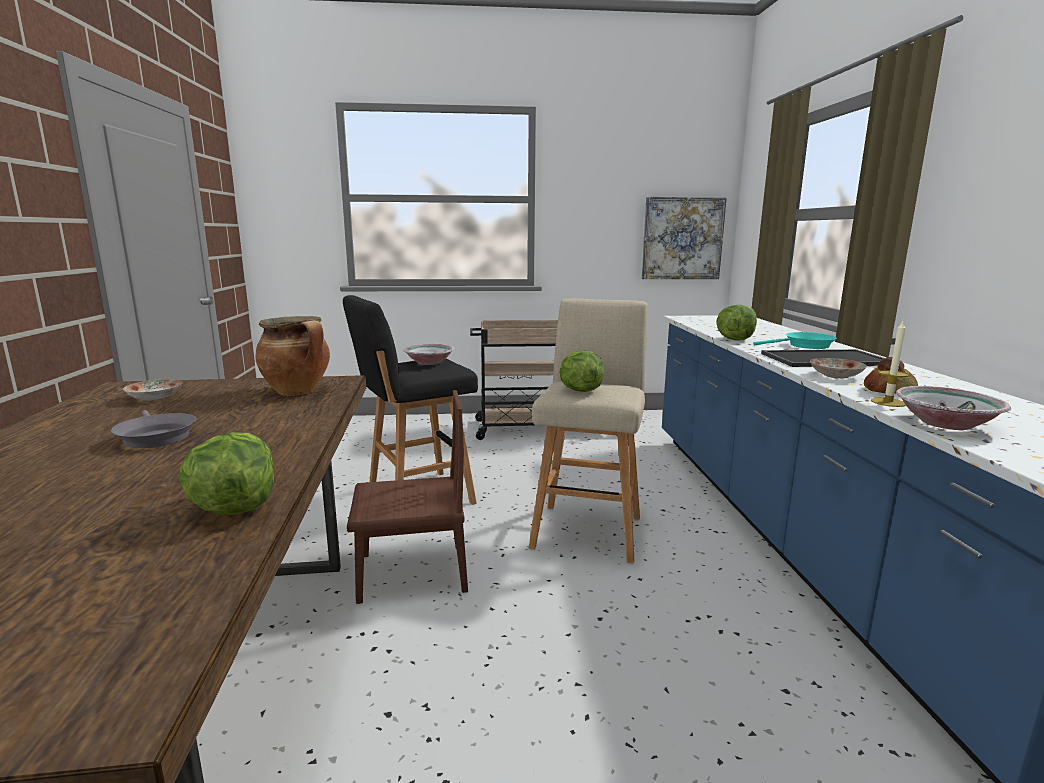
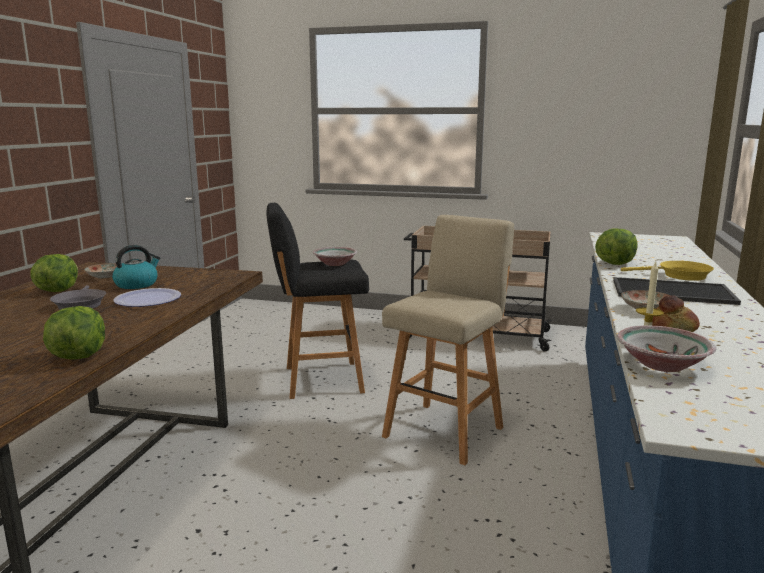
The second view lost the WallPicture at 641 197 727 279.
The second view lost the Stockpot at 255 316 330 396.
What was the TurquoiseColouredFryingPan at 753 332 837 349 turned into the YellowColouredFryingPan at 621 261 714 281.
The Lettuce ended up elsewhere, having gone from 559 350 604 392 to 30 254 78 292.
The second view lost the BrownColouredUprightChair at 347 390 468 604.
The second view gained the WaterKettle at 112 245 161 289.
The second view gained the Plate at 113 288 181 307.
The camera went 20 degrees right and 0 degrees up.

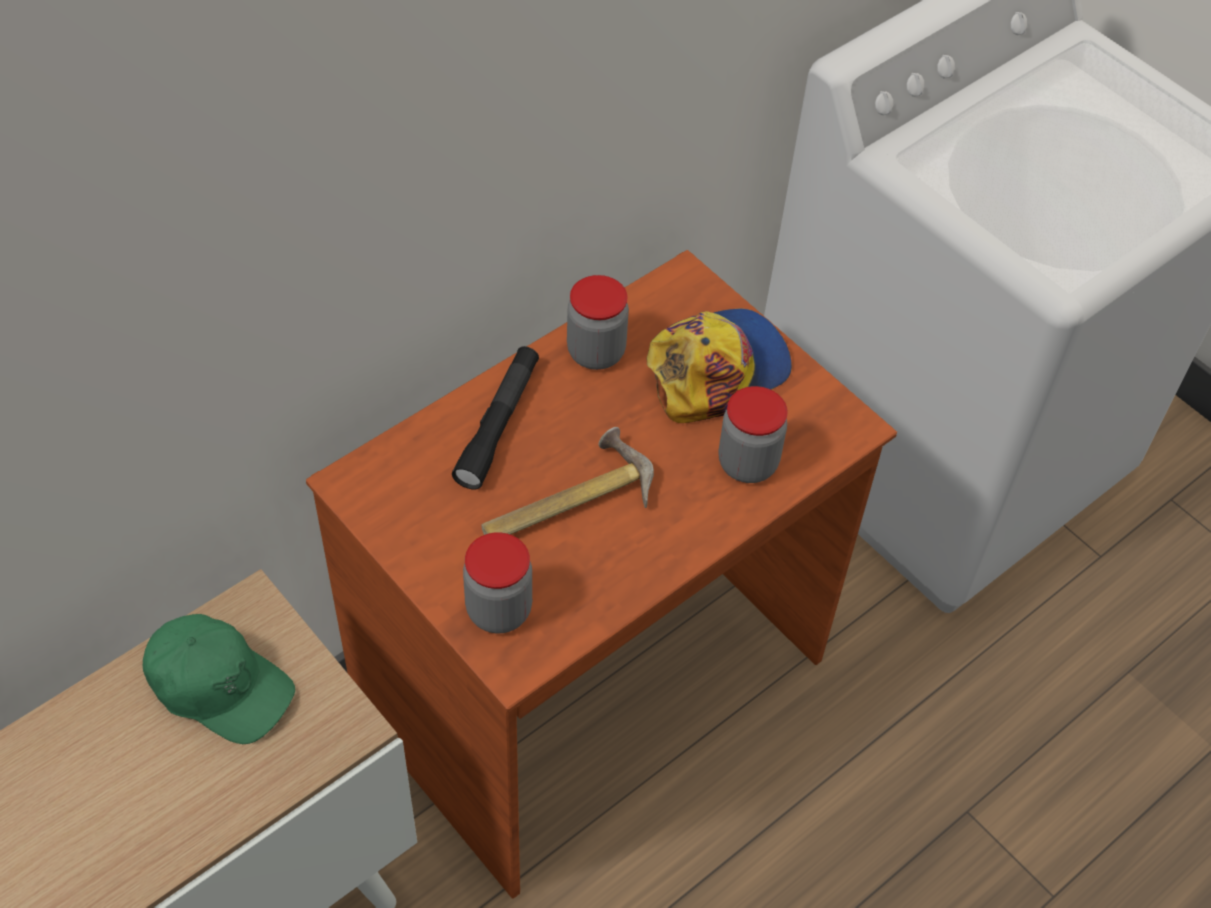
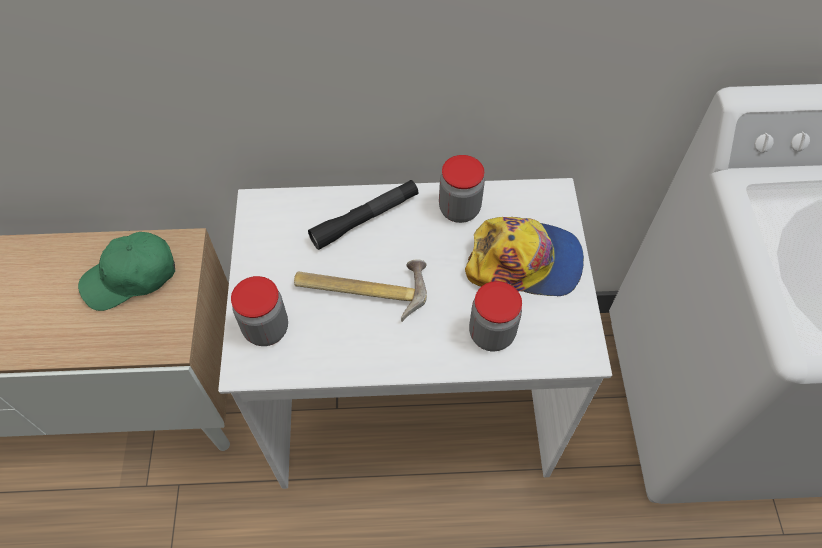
What was the BrownColouredDeskUnit at 306 250 897 898 turned into the WhitishDeskUnit at 218 178 612 489.
The GreenishPeakedCap at 143 614 295 744 ended up facing another way, 90 degrees clockwise from before.
The camera went 40 degrees right and 5 degrees up.

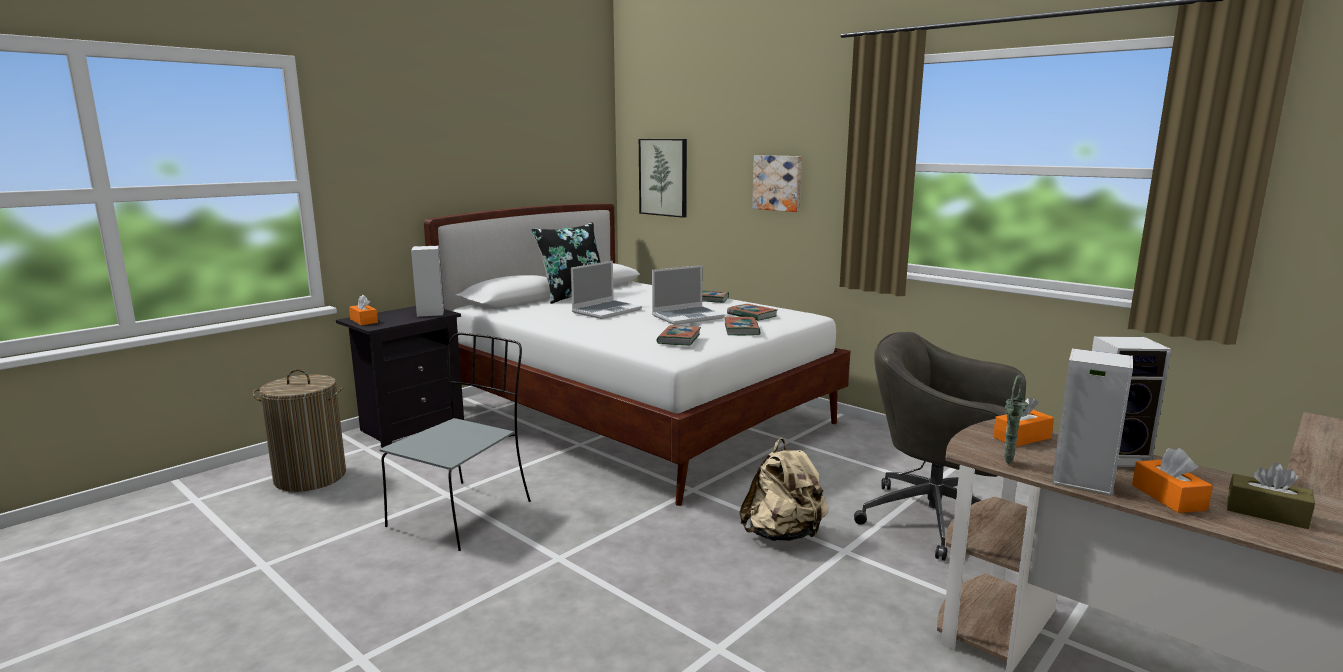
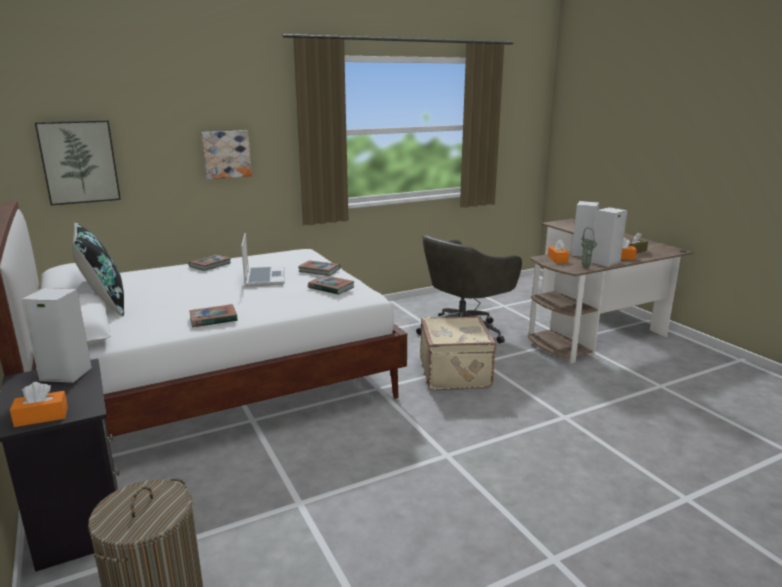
The second view lost the PortableComputer at 571 261 642 319.
The BoundBook ended up elsewhere, having gone from 727 304 777 321 to 189 304 238 327.
The second view lost the GreyUprightChair at 379 333 531 551.
Where the BeigeKnapsack stood at 739 438 828 541, the BeigeSuitcase came to stand at 420 316 496 390.
The camera went 70 degrees left and 5 degrees up.

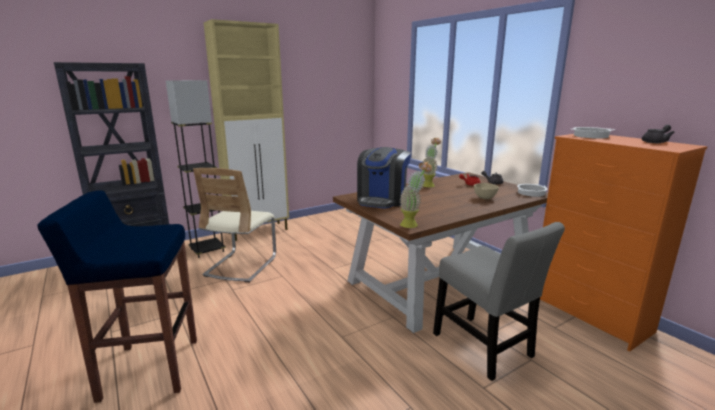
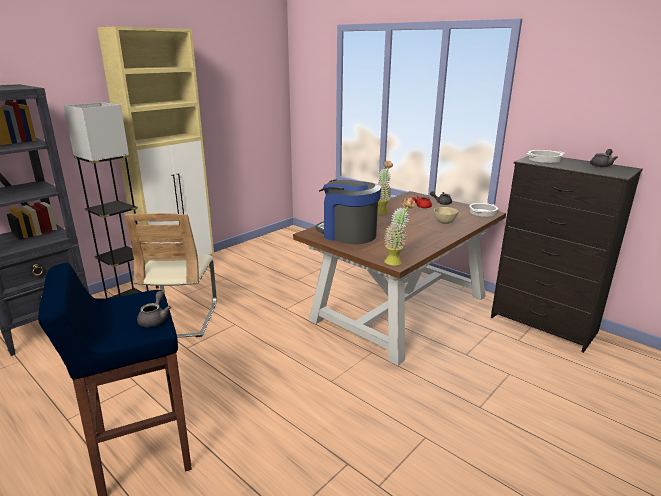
What was the OrangeColouredChestOfDrawers at 540 134 708 352 turned into the BlackishChestOfDrawers at 491 156 643 353.
The CoffeeMachine at 357 147 411 209 ended up facing another way, 120 degrees clockwise from before.
The second view lost the GreyUprightChair at 433 222 565 381.
The second view gained the GreyTeapot at 137 291 171 327.
The camera went 15 degrees left and 5 degrees up.

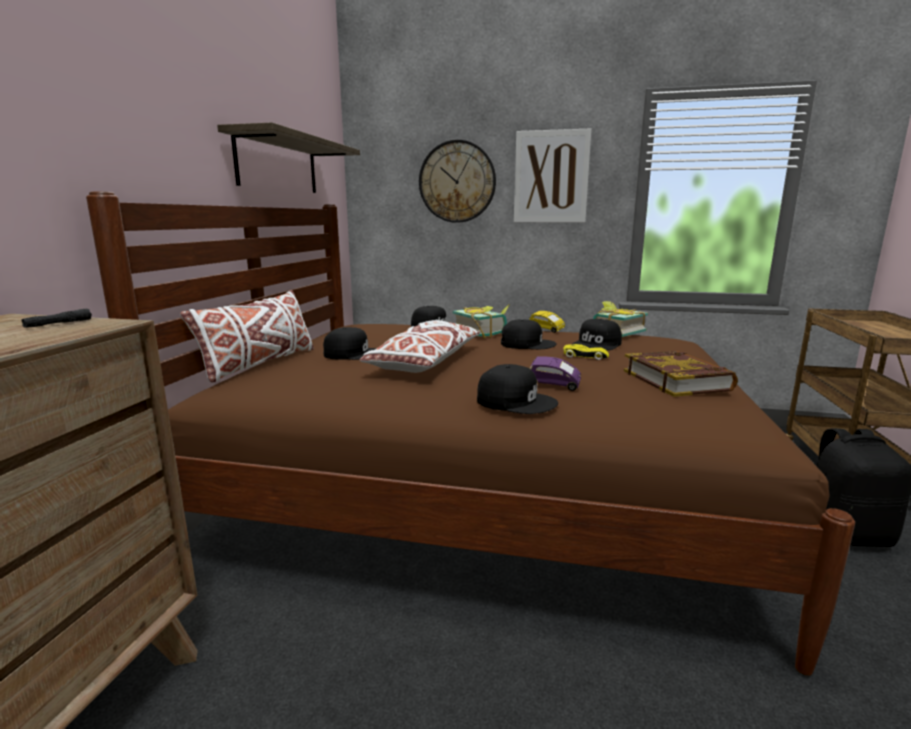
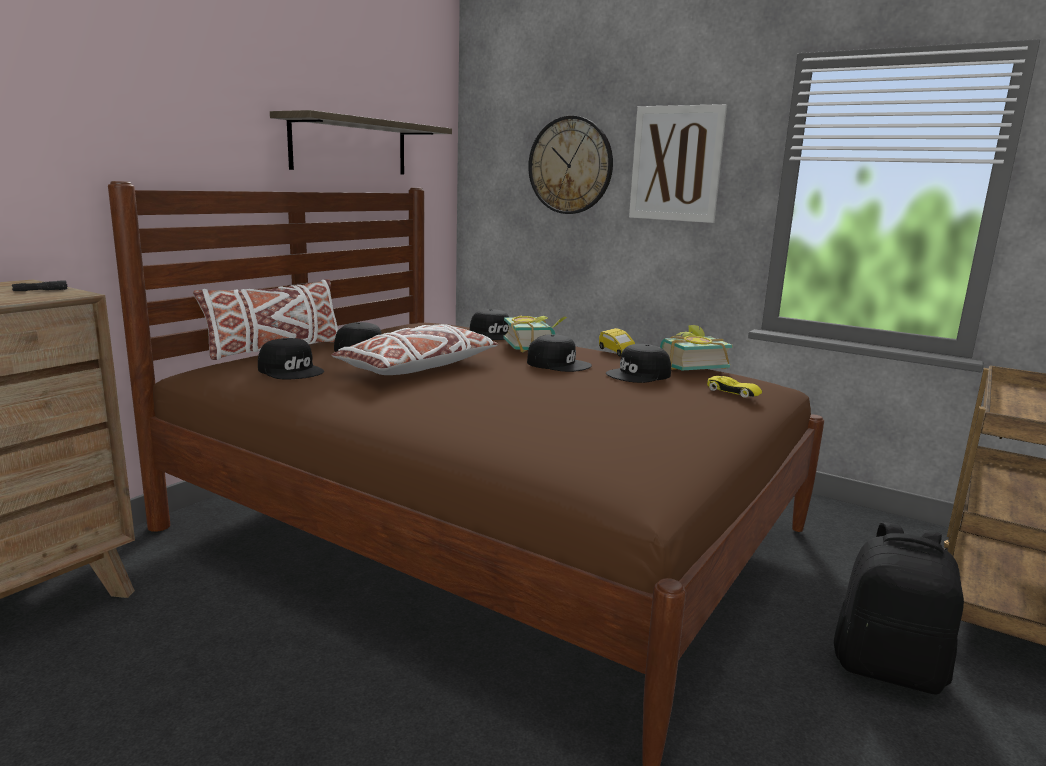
The YellowColouredToyCar ended up elsewhere, having gone from 563 344 609 360 to 707 376 762 398.
The second view lost the BoundBook at 624 351 738 397.
The second view lost the PurpleToyCar at 529 356 581 391.
The BlackishPeakedCap ended up elsewhere, having gone from 477 364 558 414 to 258 338 324 379.
The camera went 20 degrees right and 0 degrees up.

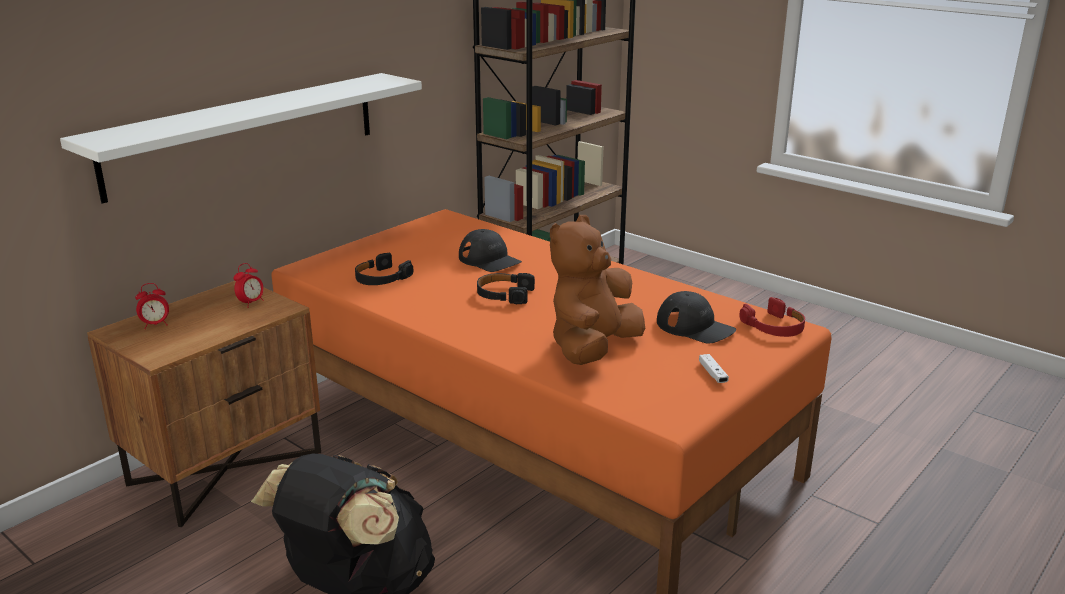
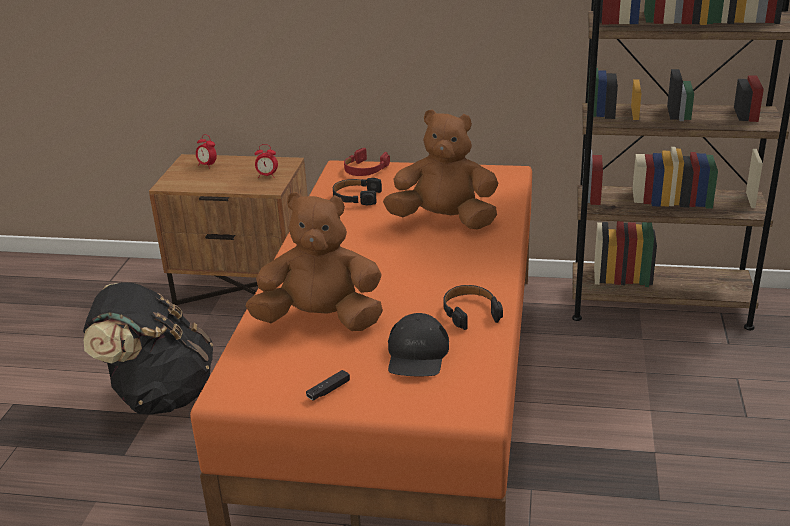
The second view lost the WhitishWallShelf at 60 73 422 204.
Where the BlackishPeakedCap stood at 459 229 522 272, the BrownColouredPlushToy came to stand at 383 109 498 229.
The BlackishPairOfHeadphones ended up elsewhere, having gone from 477 273 535 304 to 443 285 503 330.
The ReddishPairOfHeadphones ended up elsewhere, having gone from 739 297 805 337 to 344 148 390 176.
What was the WhitishGamepad at 699 354 729 383 turned into the BlackishGamepad at 306 370 350 401.
The camera went 60 degrees right and 5 degrees up.

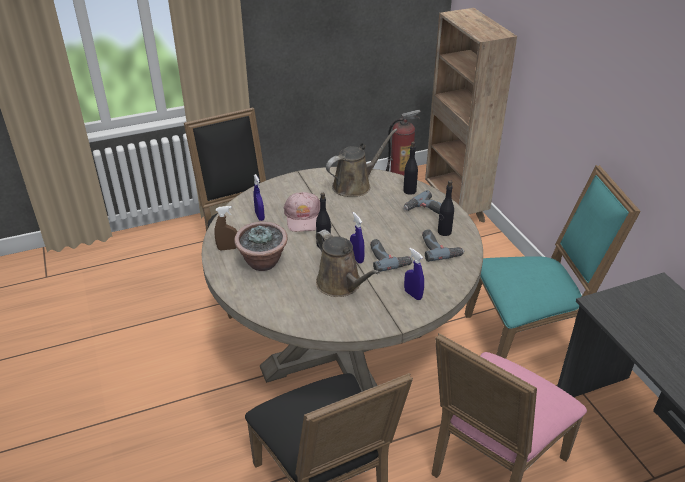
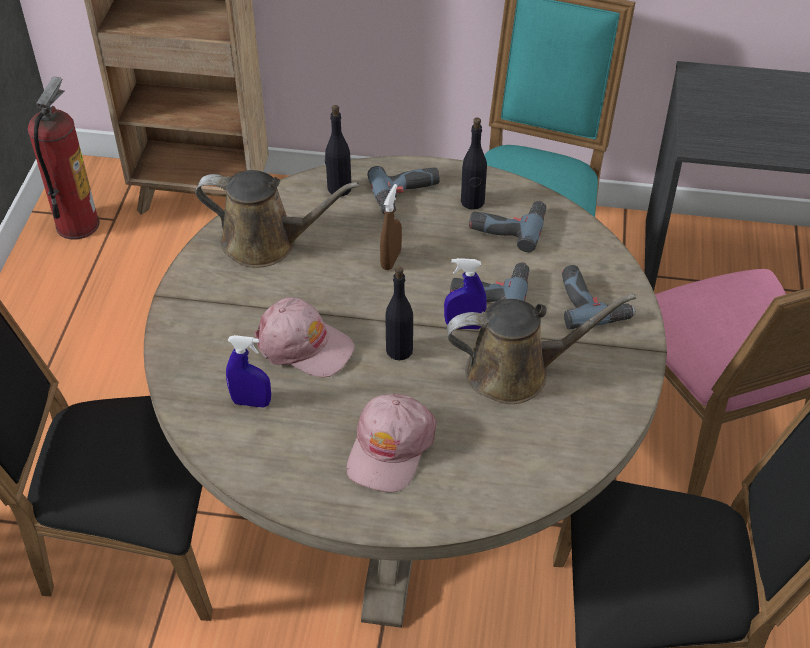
The BrownColouredWateringPot at 326 129 398 197 ended up facing another way, 105 degrees clockwise from before.
The BrownColouredSprayBottle ended up elsewhere, having gone from 214 206 237 251 to 380 184 402 270.
Where the PottedPlant stood at 234 221 288 271, the PinkColouredPeakedCap came to stand at 346 394 437 493.
Where the BlueSprayBottle stood at 404 248 424 300, the ElectricDrill came to stand at 562 265 636 329.
The camera went 60 degrees left and 10 degrees up.

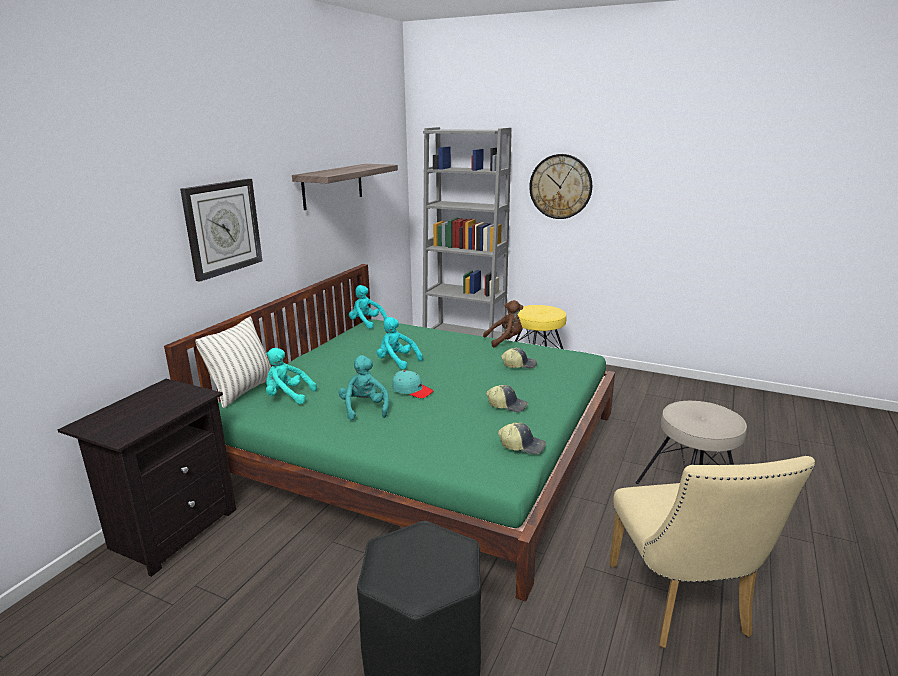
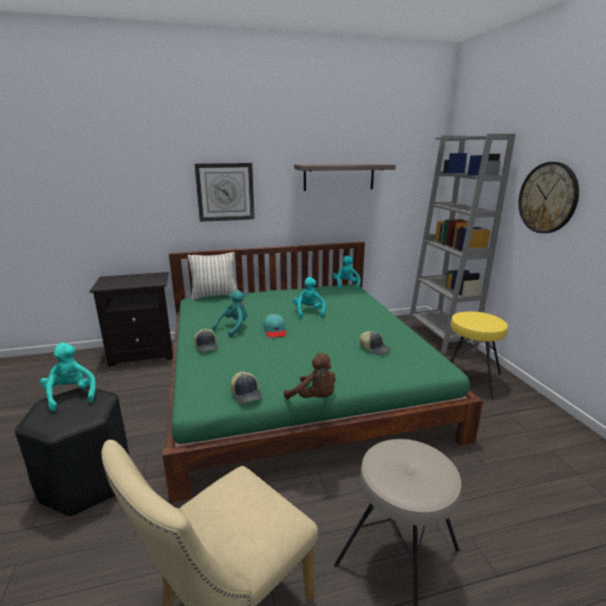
The BrownColouredPlushToy ended up elsewhere, having gone from 483 300 523 348 to 284 353 335 399.
The TurquoiseColouredPlushToy ended up elsewhere, having gone from 266 348 317 404 to 40 343 96 411.
The PeakedCap ended up elsewhere, having gone from 486 385 528 412 to 194 329 218 353.
The camera went 50 degrees right and 0 degrees up.

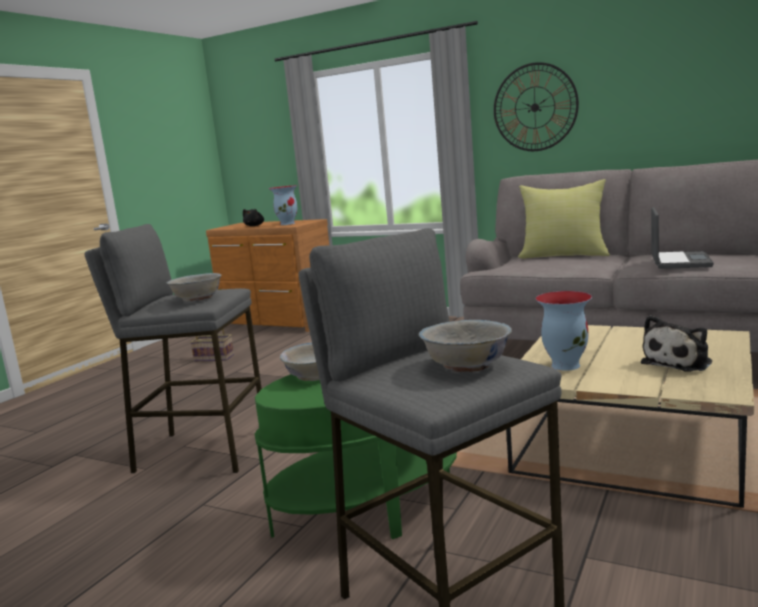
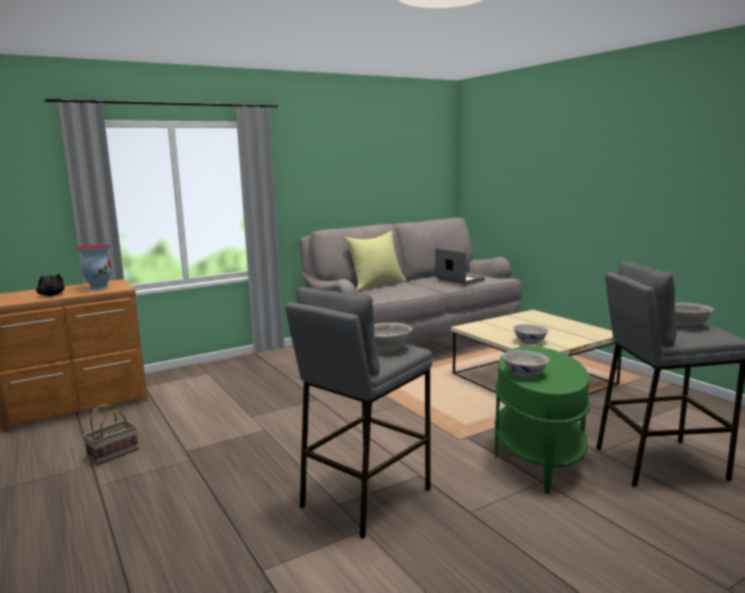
The second view lost the ClockOnTheWall at 494 62 579 151.
Where the DecorativeVase stood at 535 291 592 371, the WhitishDeepDish came to stand at 513 324 549 344.
The second view lost the PlushToy at 641 315 712 372.
The camera went 60 degrees left and 0 degrees up.

